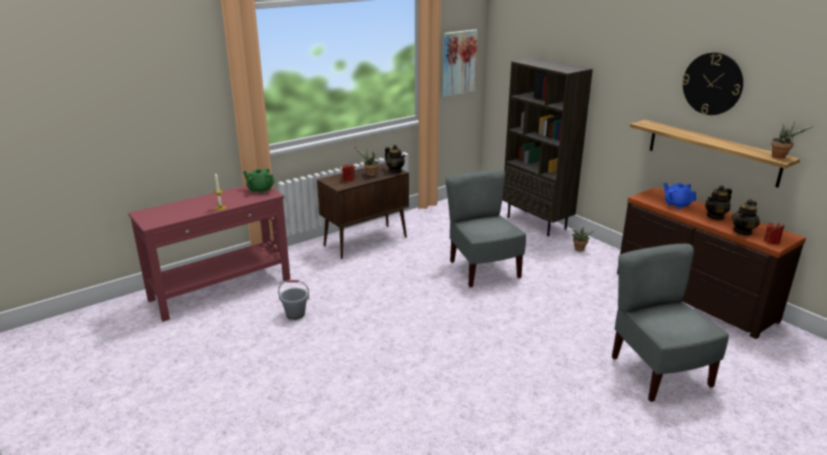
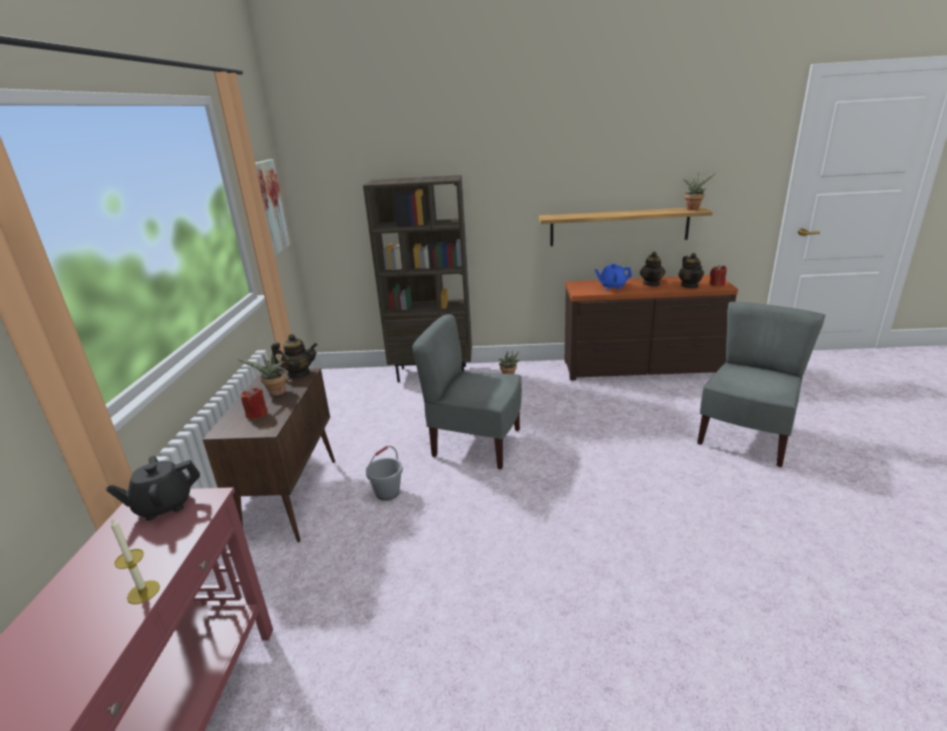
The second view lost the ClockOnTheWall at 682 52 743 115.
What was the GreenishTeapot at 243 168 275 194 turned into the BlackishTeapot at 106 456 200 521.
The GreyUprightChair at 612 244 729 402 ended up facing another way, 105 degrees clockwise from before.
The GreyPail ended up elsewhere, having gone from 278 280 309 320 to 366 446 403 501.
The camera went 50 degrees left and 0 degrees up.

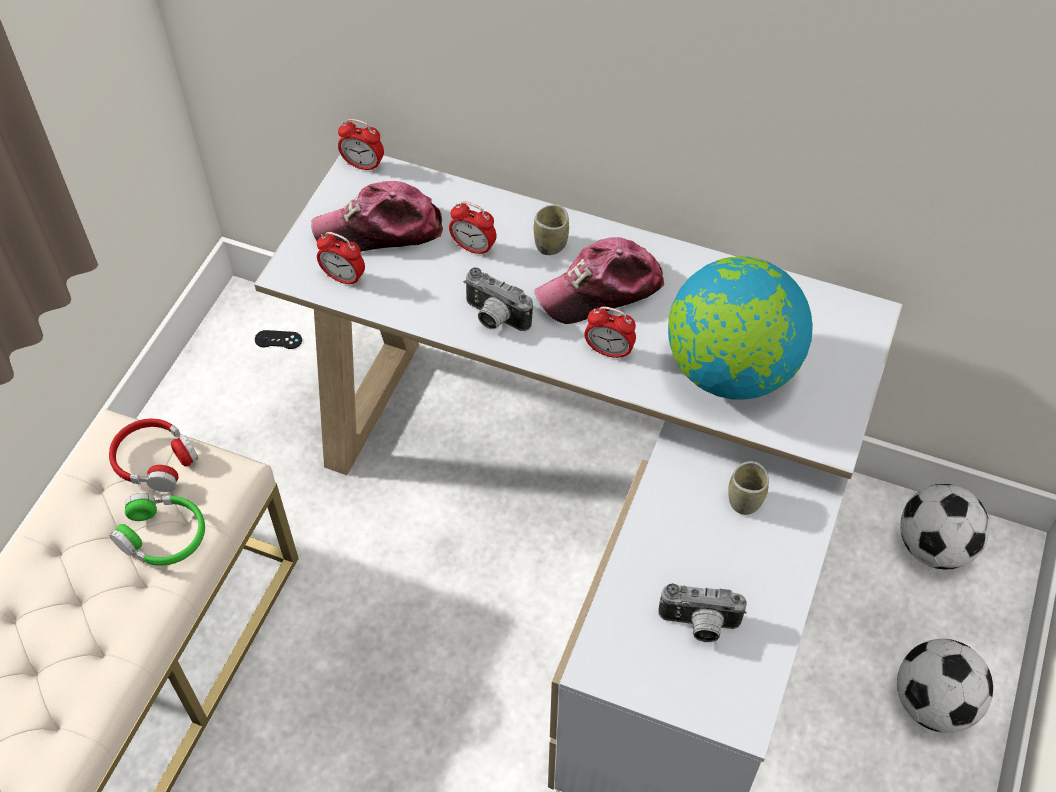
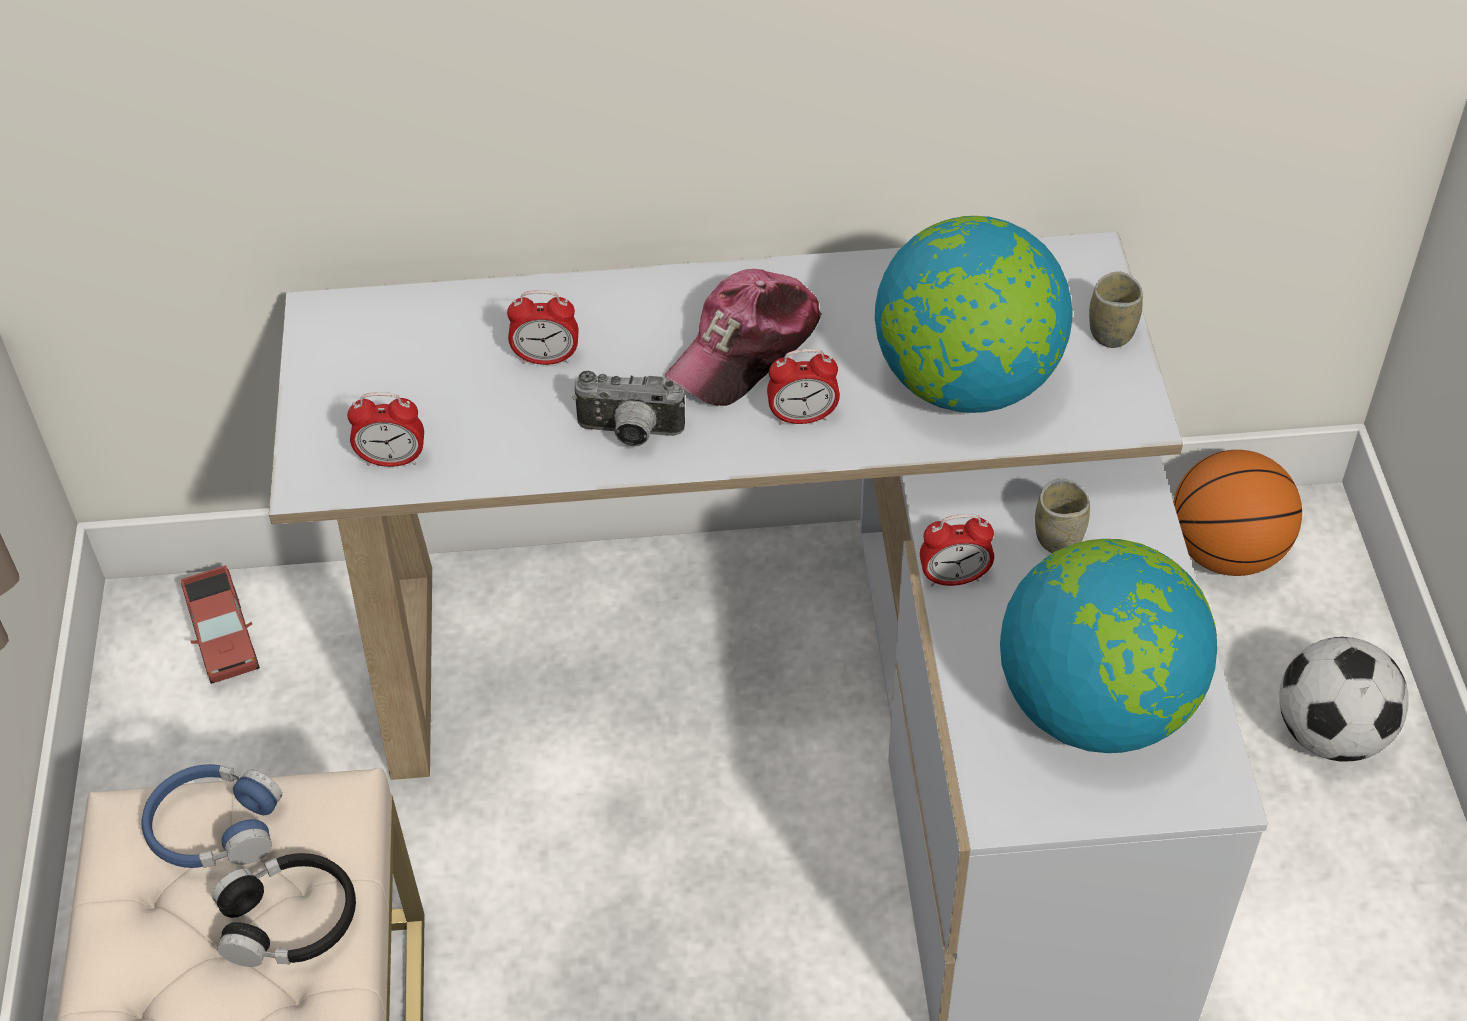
The TableClock ended up elsewhere, having gone from 338 119 384 172 to 920 514 994 586.
The second view lost the PeakedCap at 311 181 443 252.
The Cup ended up elsewhere, having gone from 534 204 569 255 to 1089 271 1143 348.
Where the BlackishGamepad stood at 255 330 302 349, the ModelTruck came to stand at 180 565 260 684.
What was the ReddishPairOfHeadphones at 109 419 199 492 turned into the BluePairOfHeadphones at 141 764 282 868.
Where the Football stood at 900 484 990 570, the BasketballBall came to stand at 1173 450 1302 576.
What was the GreenishPairOfHeadphones at 110 493 205 566 turned into the BlackishPairOfHeadphones at 212 853 356 967.
Where the StillCamera stood at 658 583 747 642, the WorldGlobe came to stand at 1000 539 1217 753.
The camera went 25 degrees left and 5 degrees down.

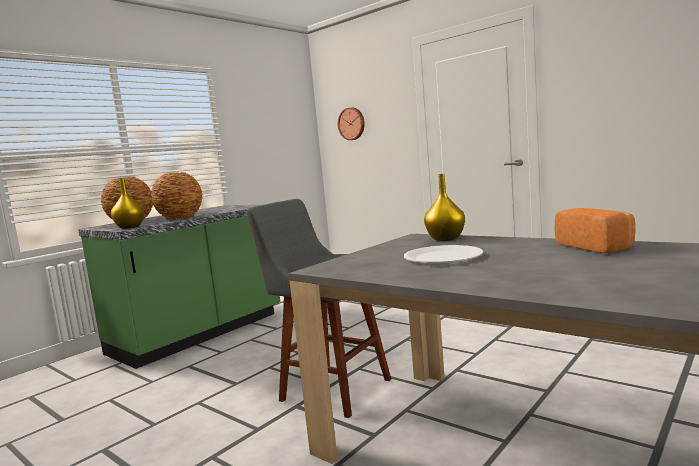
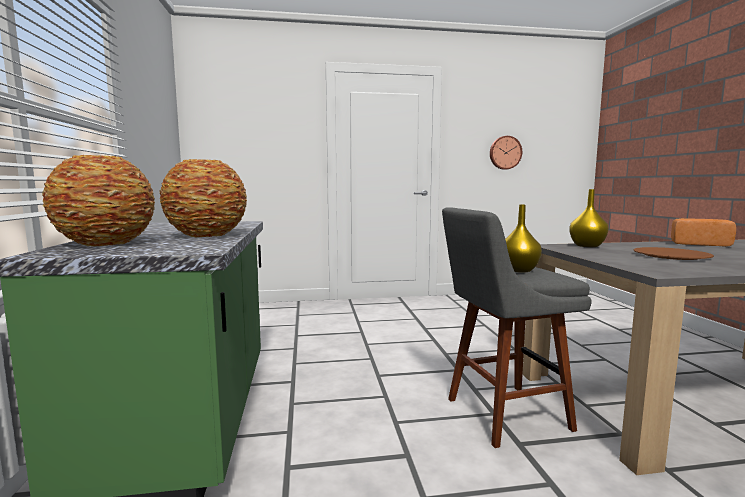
The ClockOnTheWall ended up elsewhere, having gone from 338 107 365 140 to 490 136 522 170.
The YellowColouredDecorativeVase ended up elsewhere, having gone from 111 178 144 229 to 505 205 542 273.
What was the WhitishPlate at 404 245 483 264 turned into the BrownColouredPlate at 633 247 714 260.
The camera went 50 degrees left and 0 degrees up.

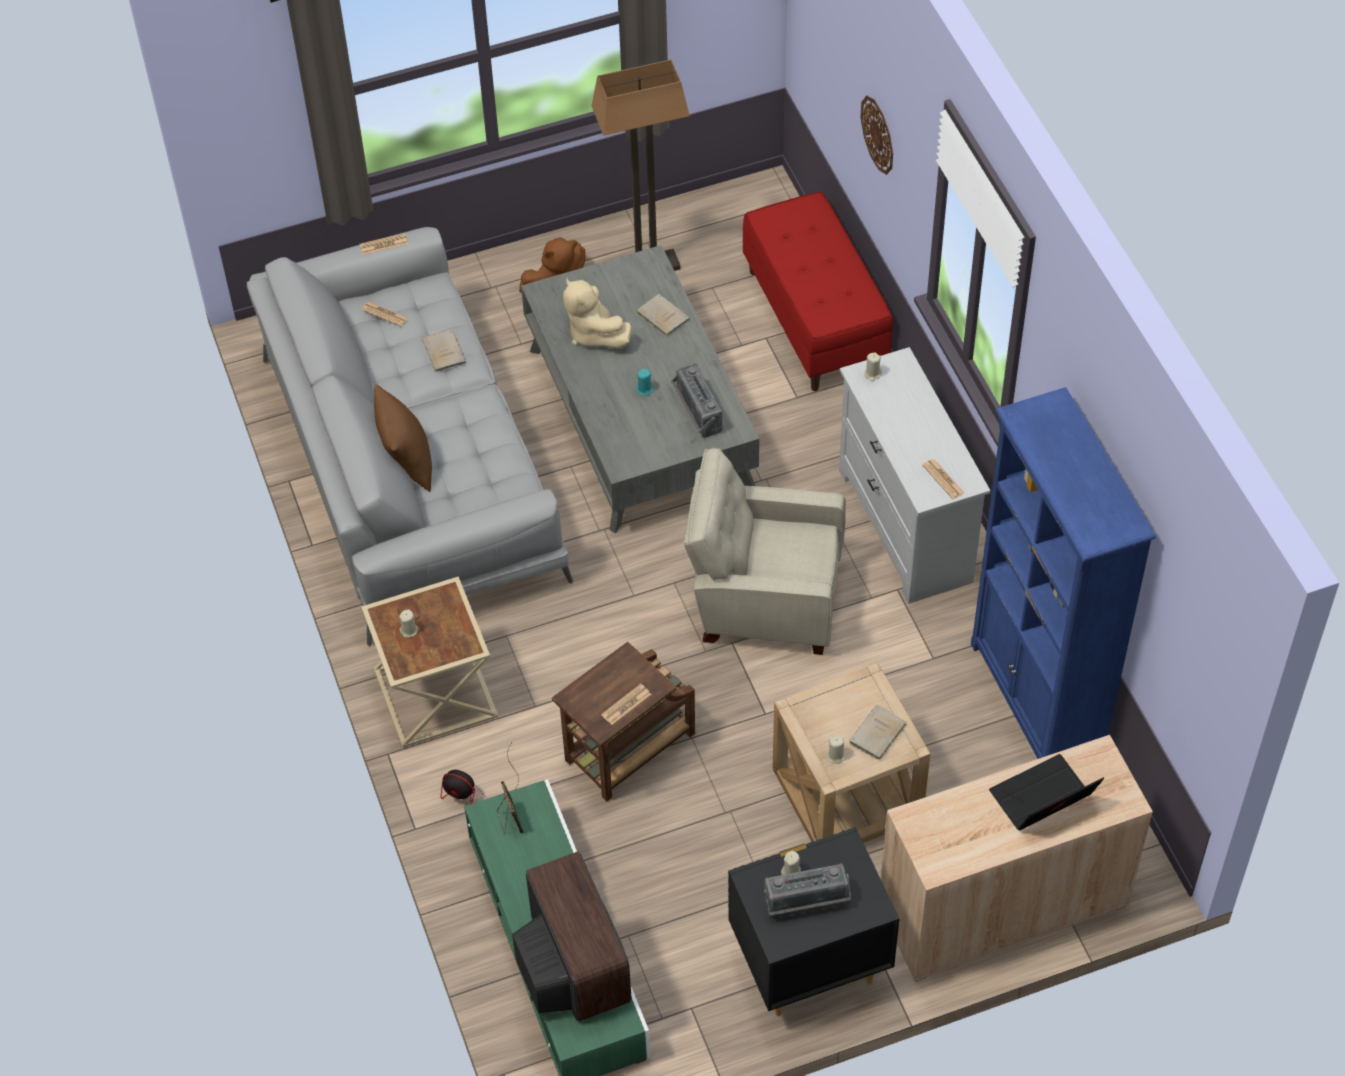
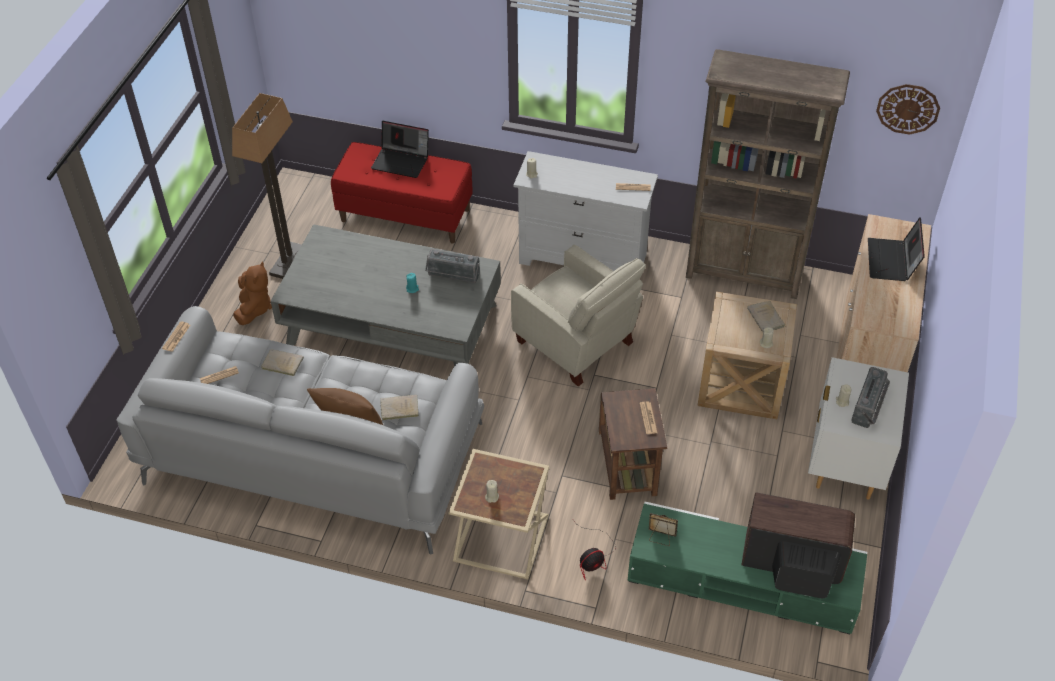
The ClockOnTheWall ended up elsewhere, having gone from 861 96 893 175 to 876 84 940 135.
The second view lost the BeigePlushToy at 563 278 632 348.
The BeigeBoundBook ended up elsewhere, having gone from 636 294 690 336 to 380 395 419 421.
What was the BlueBookcase at 971 387 1156 759 turned into the BrownColouredBookcase at 686 49 850 299.
The BeigeArmchair at 683 448 846 655 ended up facing another way, 90 degrees counterclockwise from before.
What was the BlackishNightstand at 728 827 899 1016 turned into the WhitishNightstand at 808 357 909 499.
The second view gained the PortableComputer at 371 121 429 178.
The camera went 55 degrees left and 5 degrees down.

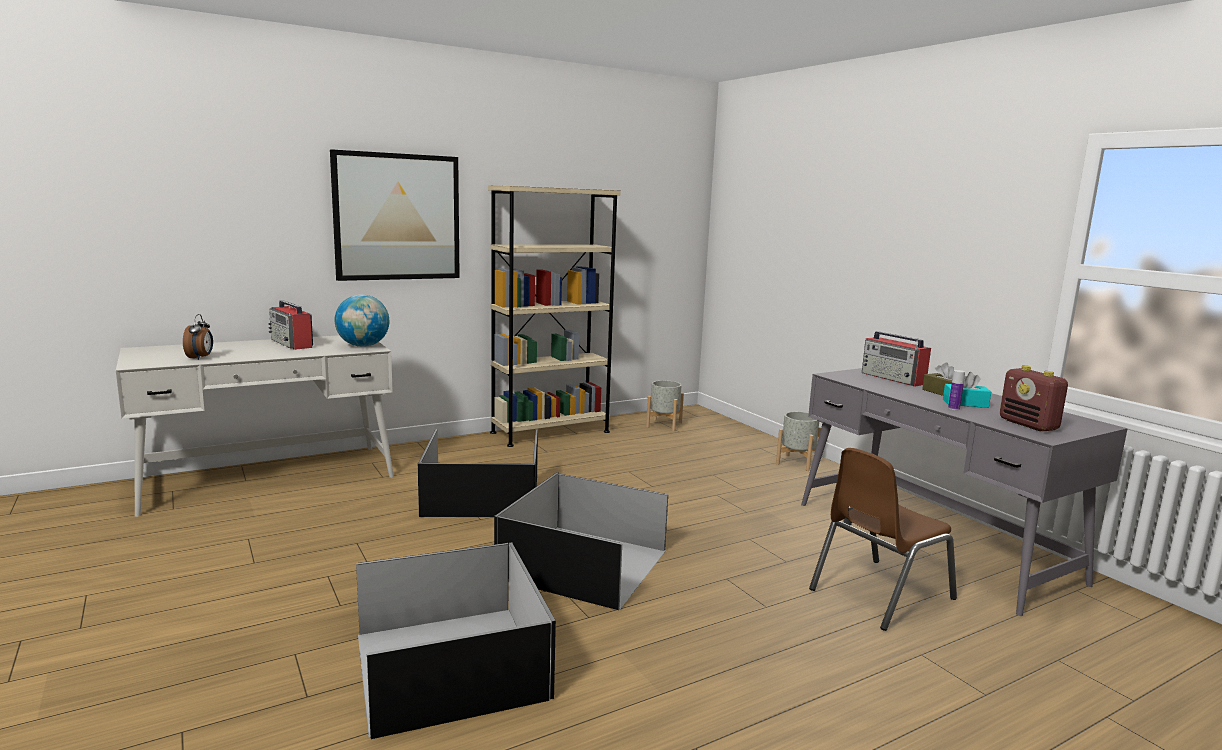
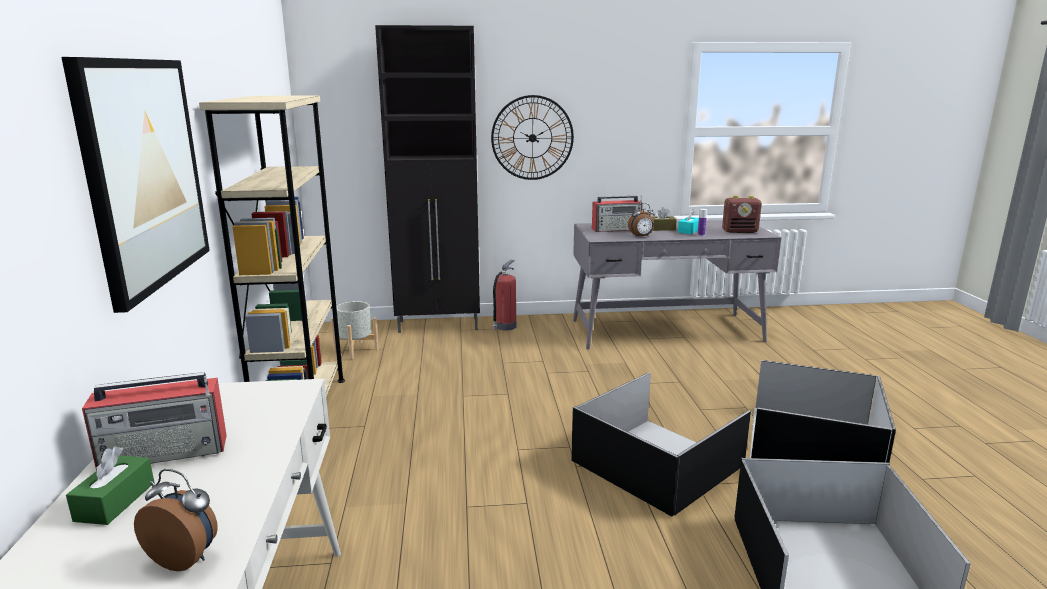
The second view lost the WorldGlobe at 335 294 389 347.
Where the GreyFlowerPot stood at 776 411 821 471, the FireExtinguisher came to stand at 492 260 517 331.
The BlackishStorageBin ended up elsewhere, having gone from 418 429 538 517 to 750 360 896 462.
The second view lost the BrownColouredUprightChair at 809 448 957 631.
The second view gained the BlackishCabinet at 375 25 480 333.
The second view gained the ClockOnTheWall at 491 95 574 180.
The second view gained the TableClock at 628 203 655 237.
The second view gained the GreenishTissueHolder at 66 446 155 525.
The camera went 65 degrees left and 5 degrees up.

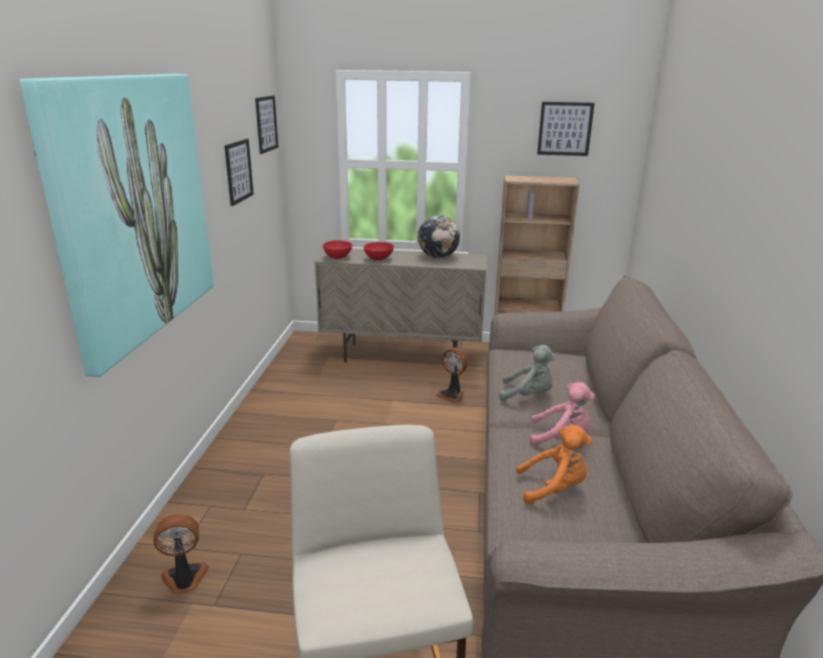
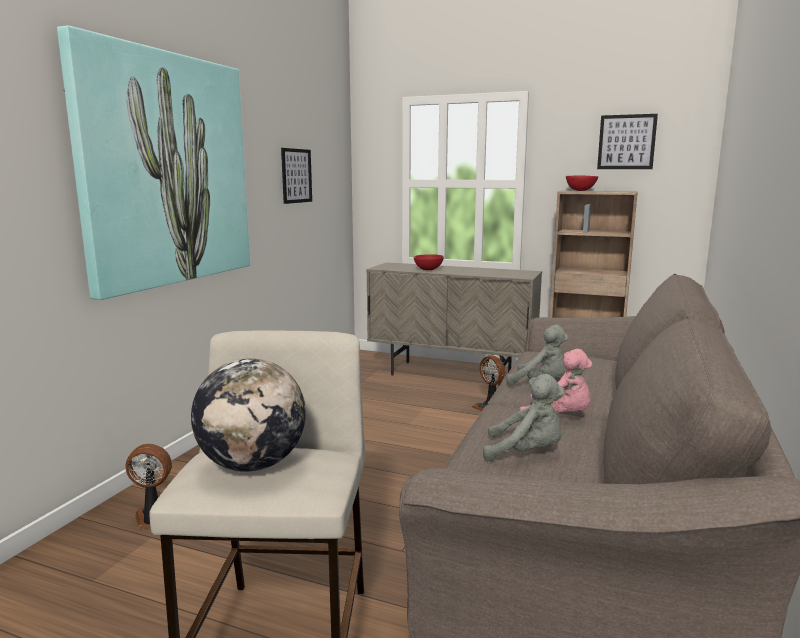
The second view lost the WallPicture at 255 96 278 154.
The WorldGlobe ended up elsewhere, having gone from 418 215 460 258 to 191 358 306 472.
The ReddishDeepDish ended up elsewhere, having gone from 323 240 352 259 to 566 175 598 191.
What was the OrangeColouredPlushToy at 516 425 592 505 turned into the GreyPlushToy at 483 374 564 462.
The camera went 15 degrees right and 10 degrees down.

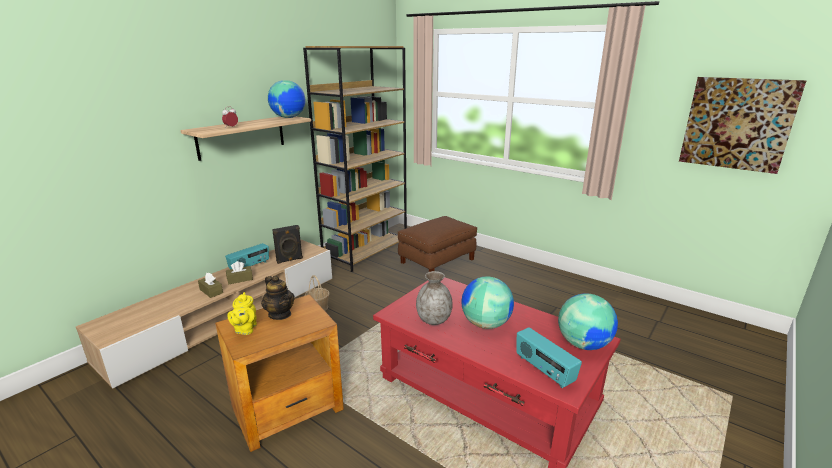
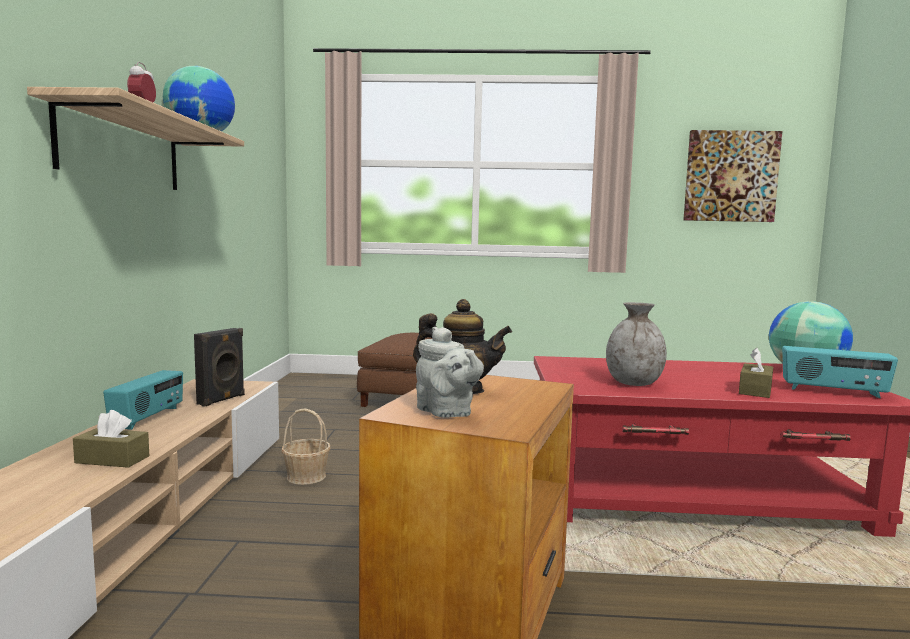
The second view lost the BrownColouredBookcase at 303 46 407 272.
The BrownColouredTissueHolder ended up elsewhere, having gone from 226 261 253 284 to 739 348 773 398.
The second view lost the WorldGlobe at 461 277 514 329.
What was the YellowColouredTeapot at 227 292 257 335 turned into the GreyTeapot at 416 327 484 418.
The camera went 35 degrees left and 15 degrees down.

